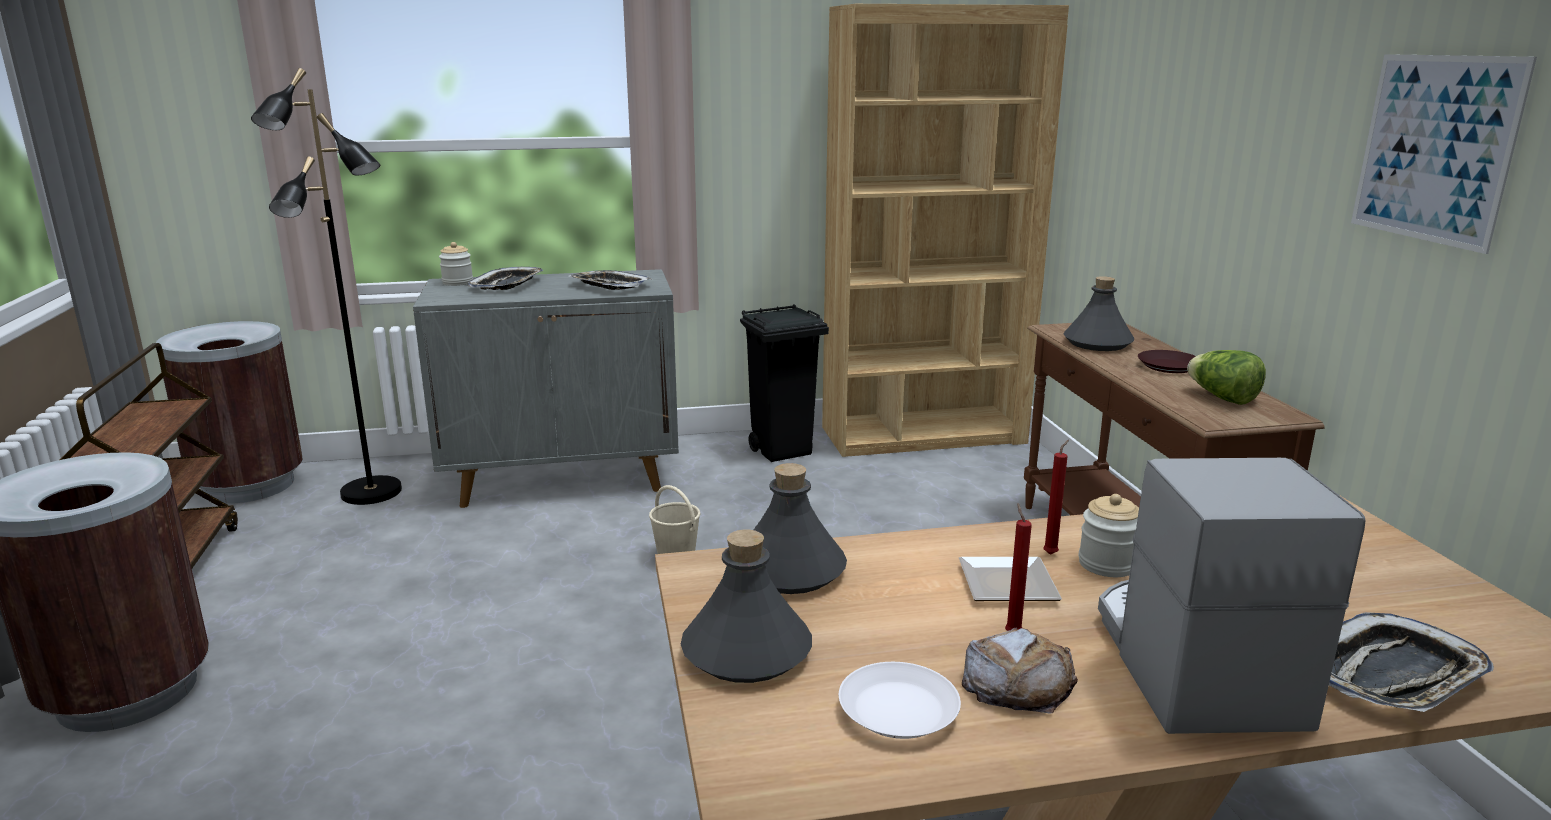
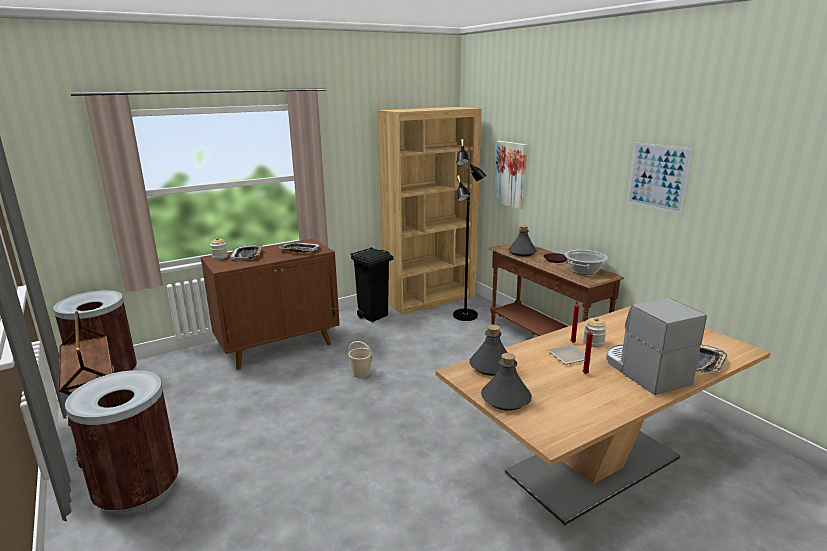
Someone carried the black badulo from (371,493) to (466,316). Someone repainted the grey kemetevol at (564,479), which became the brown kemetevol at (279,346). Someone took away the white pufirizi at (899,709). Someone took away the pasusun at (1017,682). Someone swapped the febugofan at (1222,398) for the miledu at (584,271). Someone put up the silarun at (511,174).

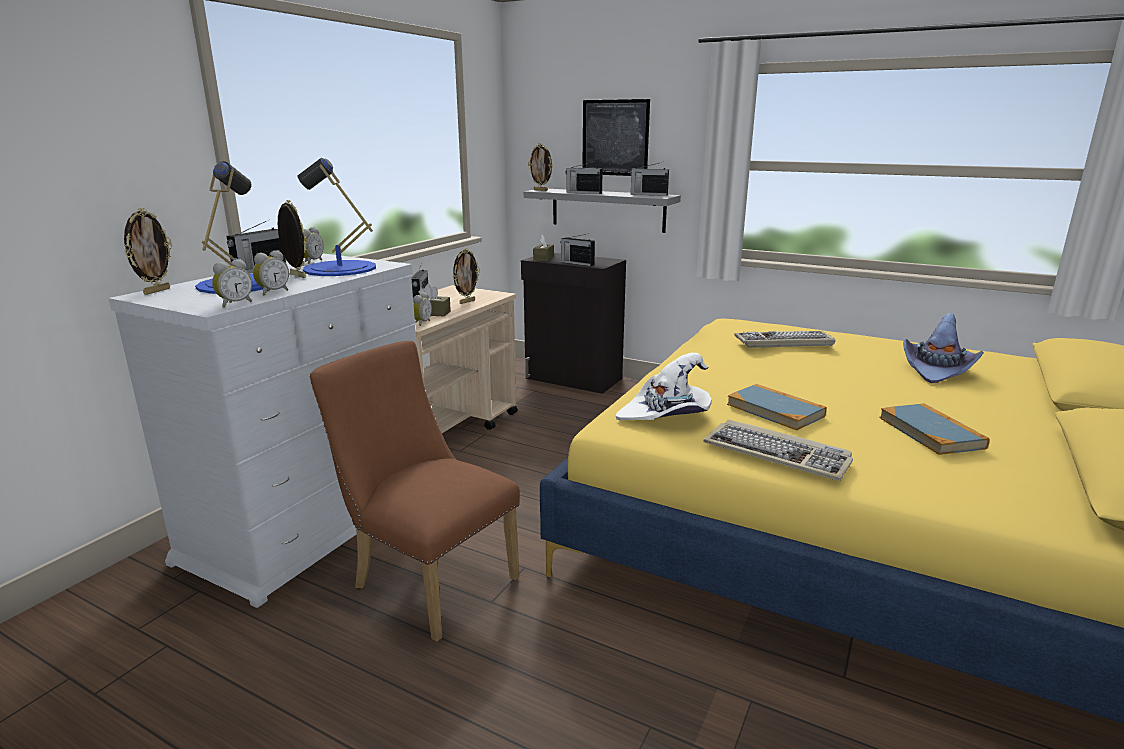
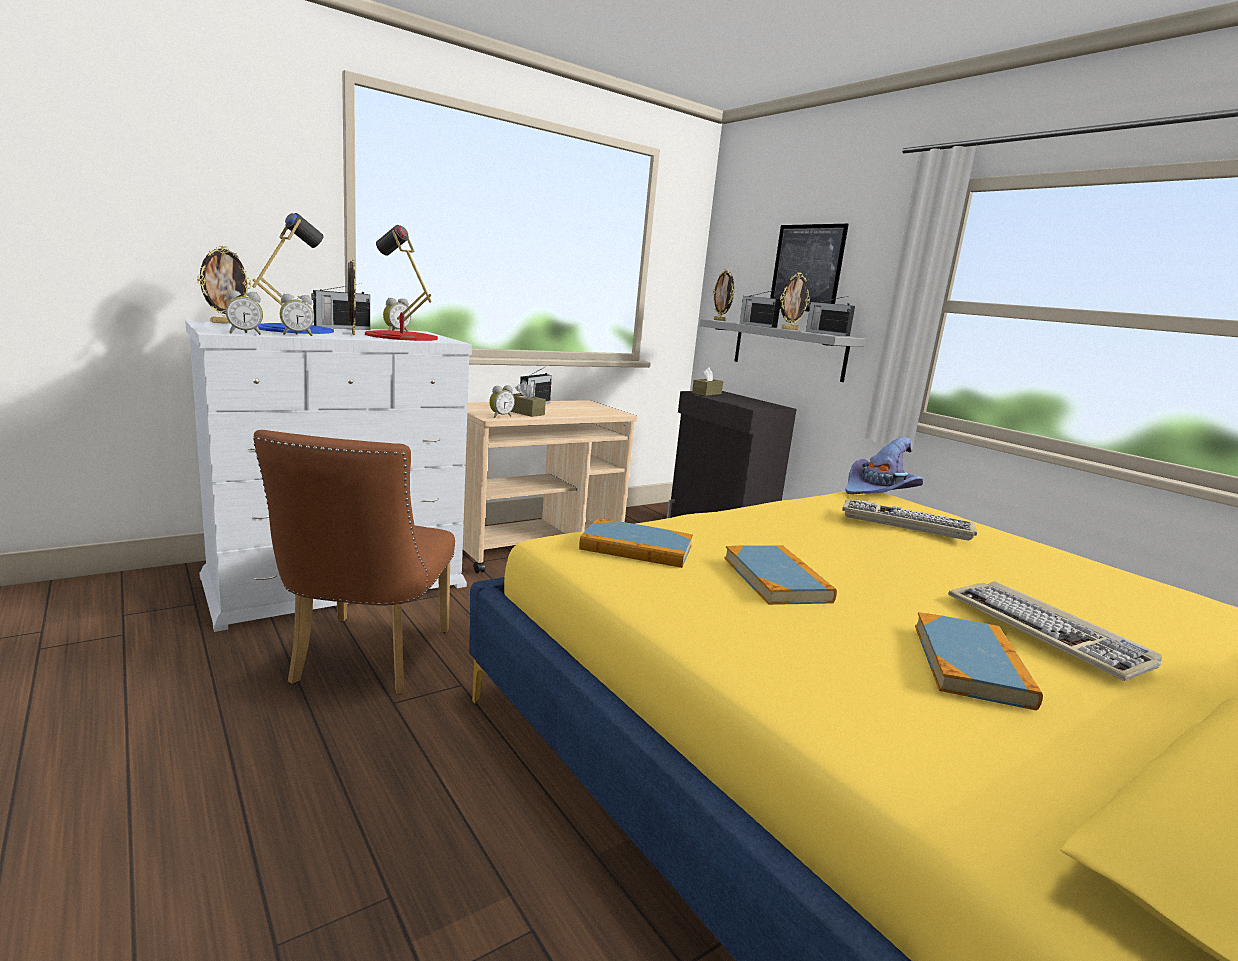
Someone repainted the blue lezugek at (340,268), which became the red lezugek at (401,336). Someone rotated the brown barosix at (427,579) by 150 degrees counterclockwise. Someone carried the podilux from (467,302) to (789,329). Someone took away the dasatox at (577,263). Someone swapped the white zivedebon at (666,414) for the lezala at (636,548). Someone carried the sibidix from (778,454) to (1048,633). Someone carried the purple zivedebon from (937,370) to (880,491).

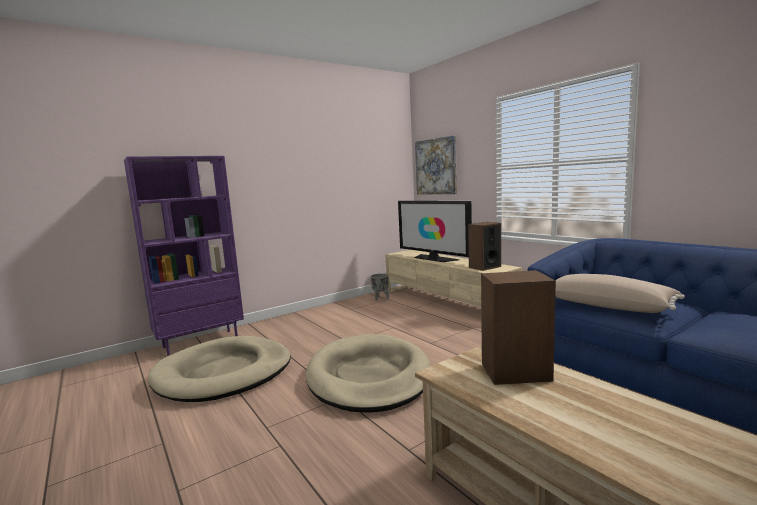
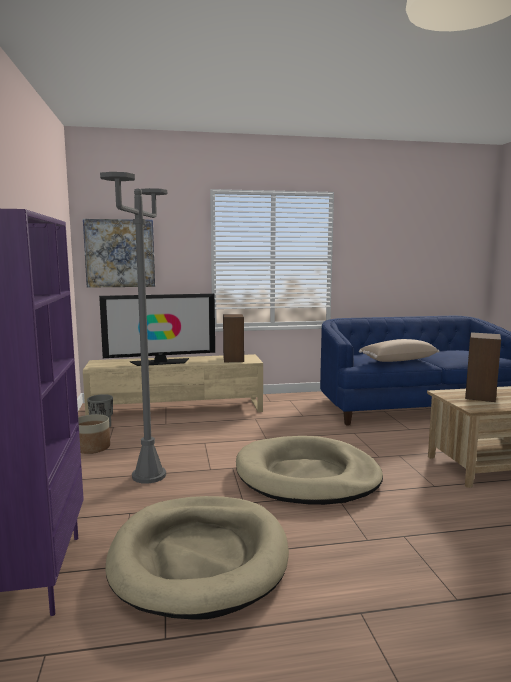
Someone put down the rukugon at (92,448). Someone put down the grey badulo at (149,476).

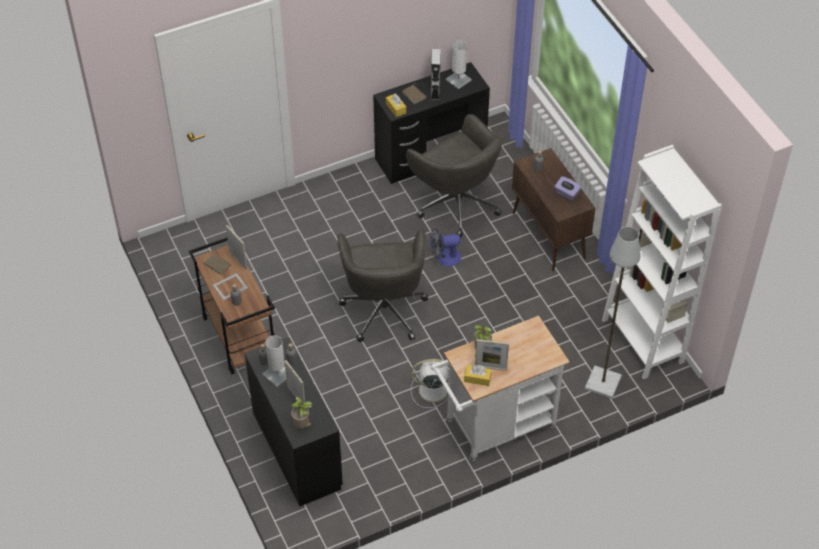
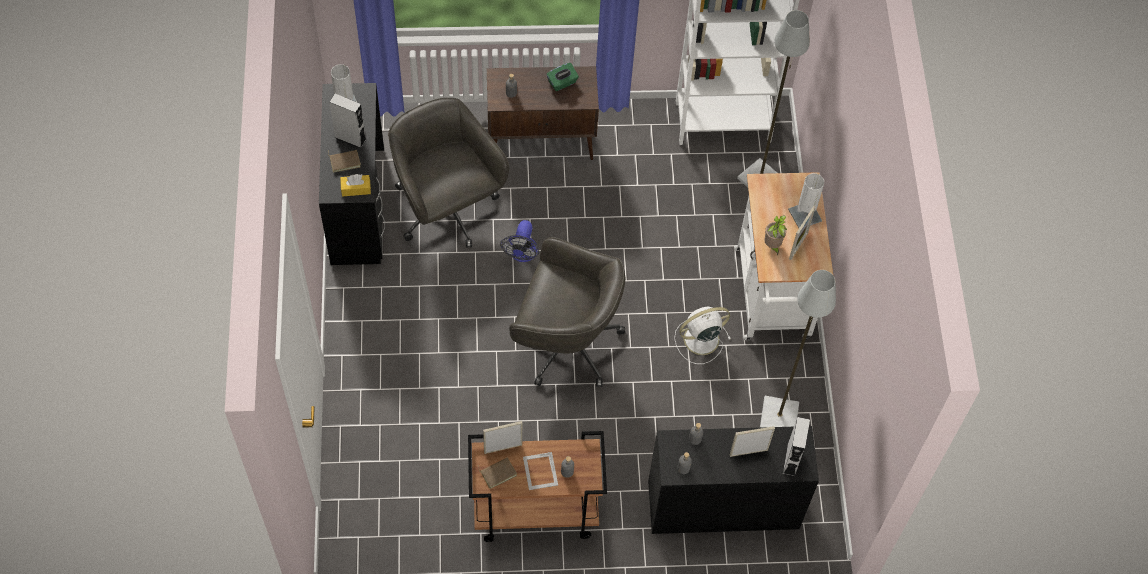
Someone carried the white lezugek from (277,374) to (804,215). Someone swapped the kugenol at (302,426) for the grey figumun at (791,460). Someone rotated the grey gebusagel at (456,203) by 105 degrees counterclockwise. Someone rotated the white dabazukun at (431,389) by 45 degrees clockwise. Someone took away the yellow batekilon at (477,378). Someone repainted the purple batekilon at (566,193), which became the green batekilon at (562,82). Someone put down the grey badulo at (780,417).

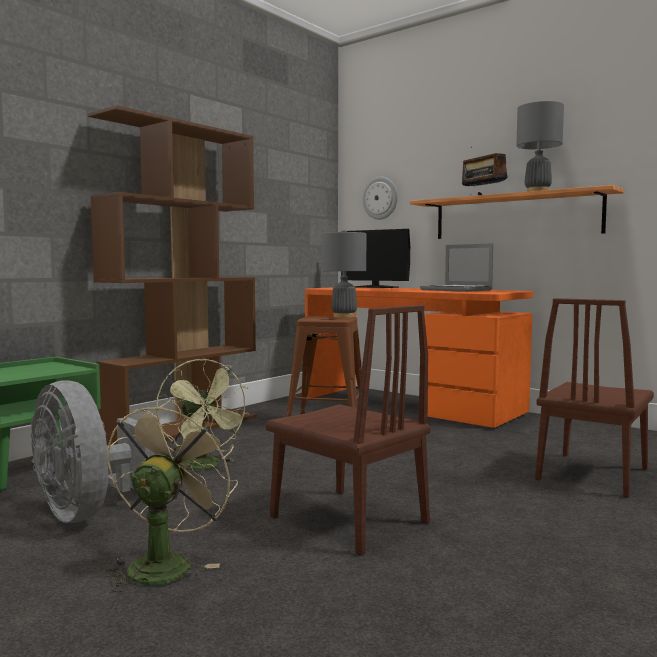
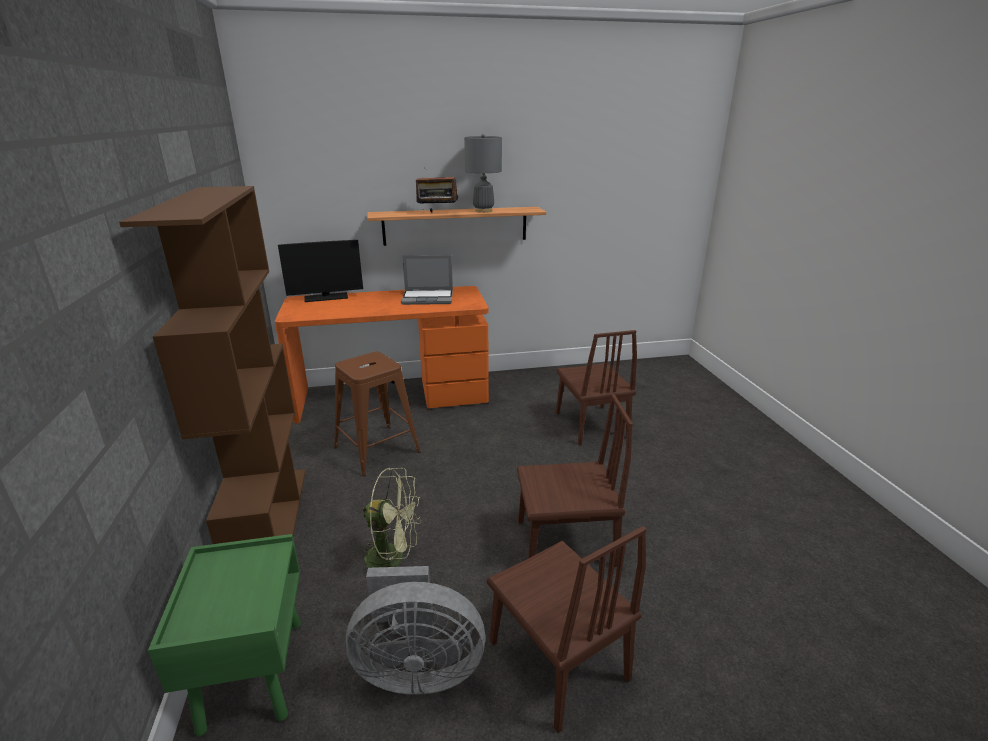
Someone swapped the beige dabazukun at (165,563) for the brown barosix at (557,659). Someone took away the grey lezugek at (344,317). Someone took away the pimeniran at (380,198).

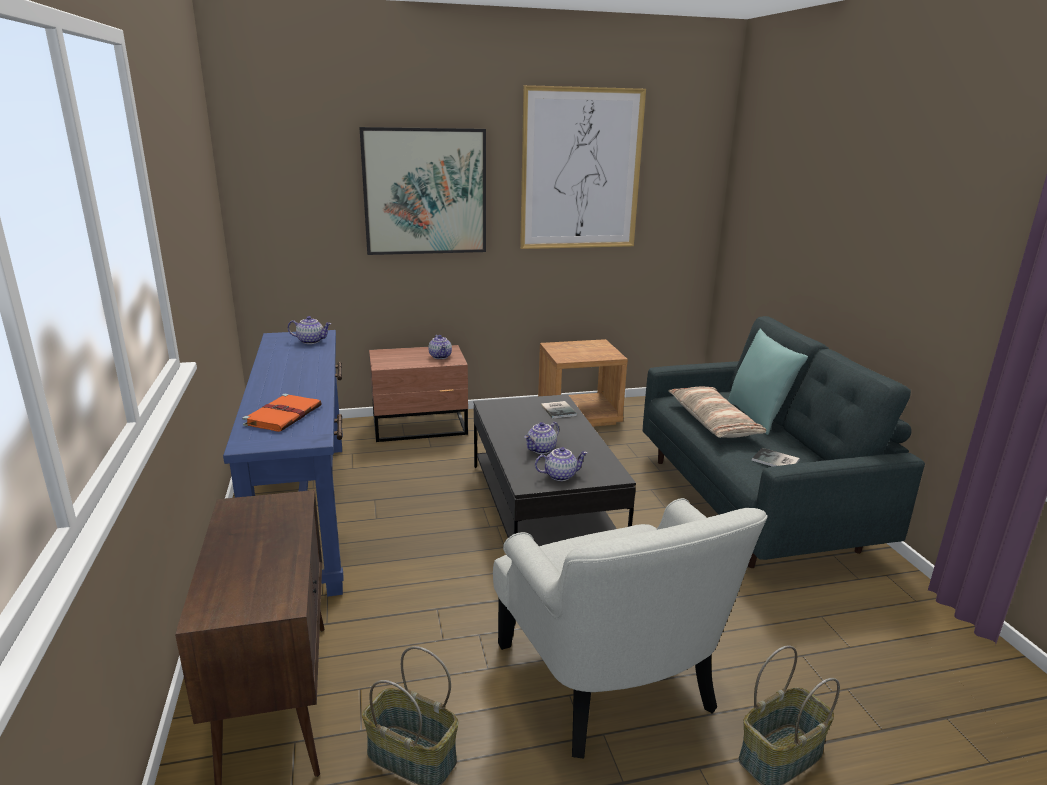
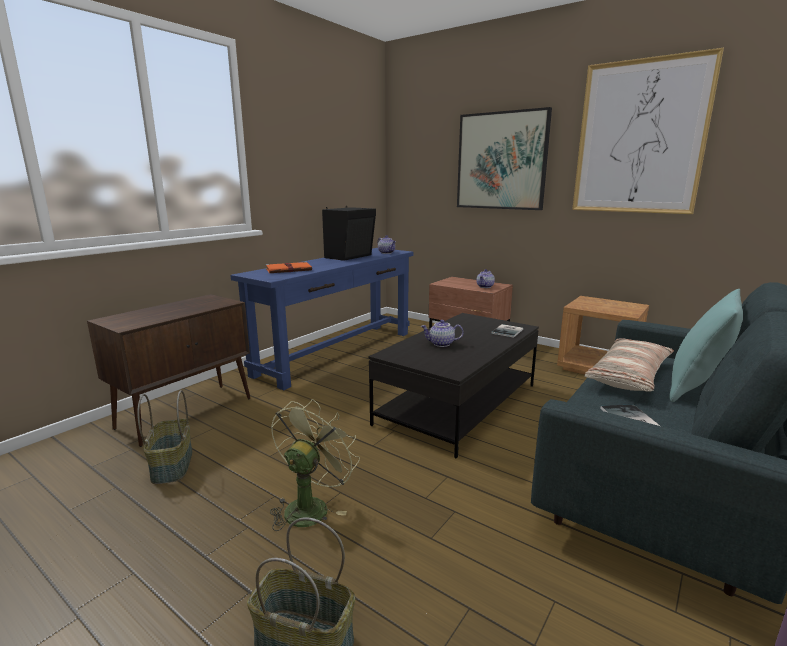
Someone swapped the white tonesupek at (611,678) for the green dabazukun at (310,506). Someone took away the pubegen at (560,475). Someone put down the black figumun at (350,256).

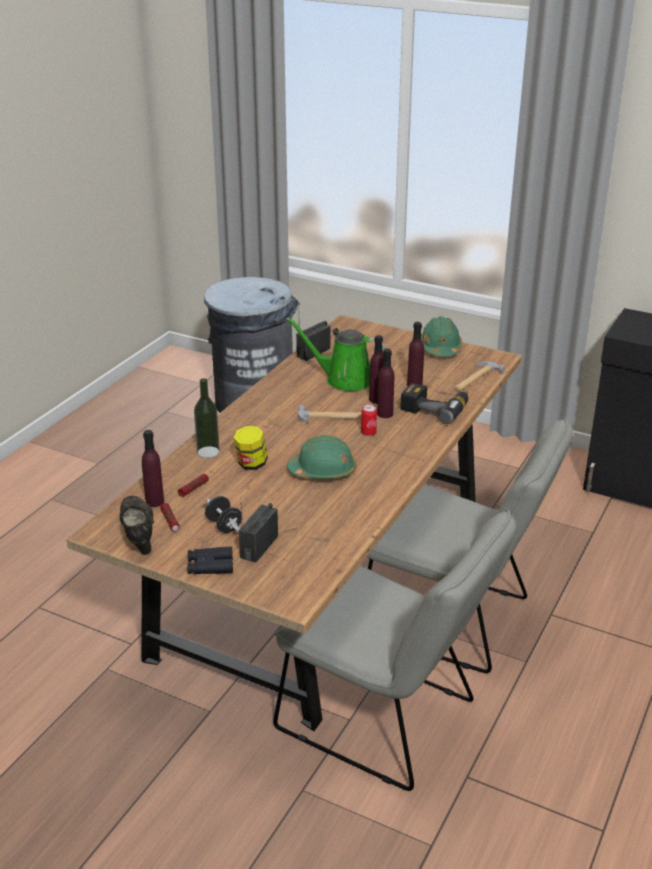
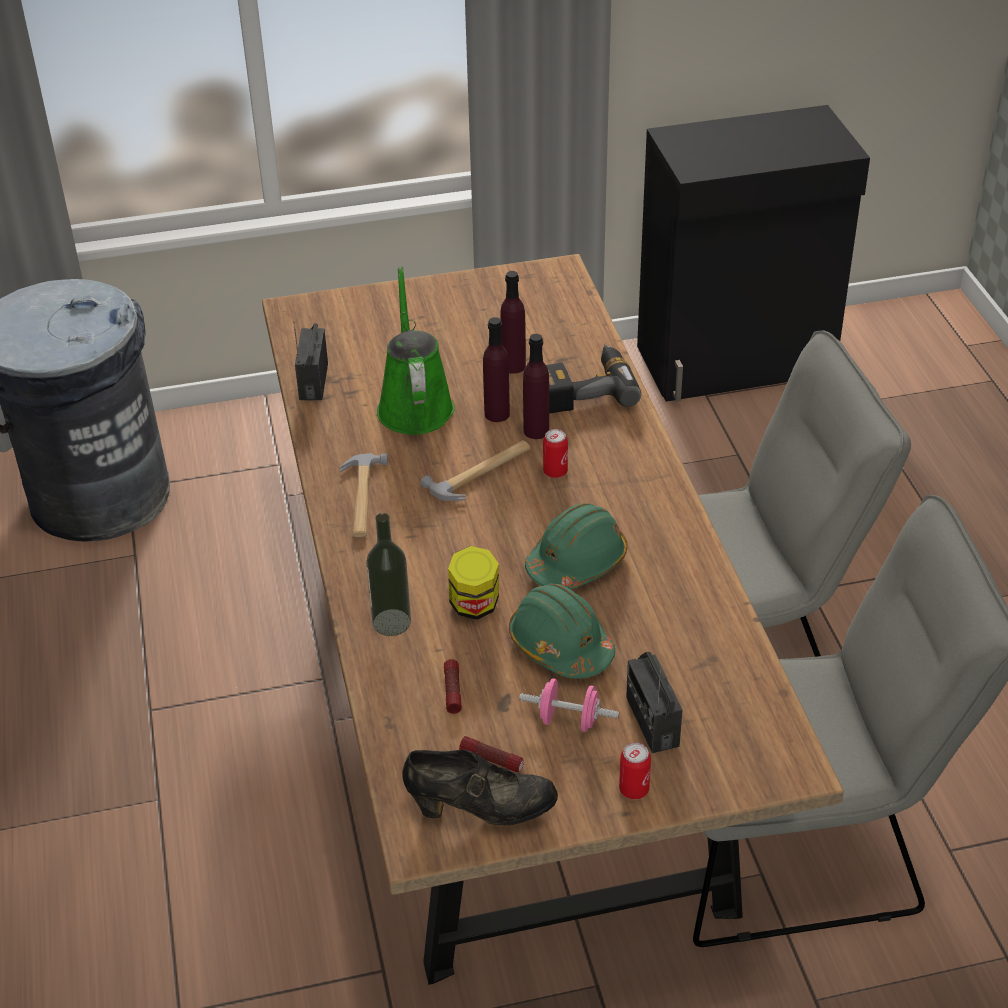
Someone rotated the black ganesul at (138,535) by 150 degrees clockwise. Someone took away the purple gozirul at (155,501). Someone swapped the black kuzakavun at (210,566) for the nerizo at (634,789). Someone repainted the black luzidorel at (224,525), which became the pink luzidorel at (569,720). Someone rotated the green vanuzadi at (344,380) by 105 degrees clockwise. Someone carried the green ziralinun from (440,348) to (560,645). Someone carried the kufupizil from (475,378) to (361,498).

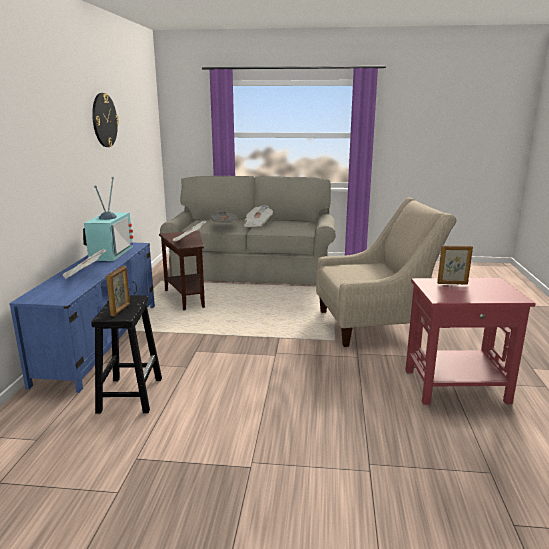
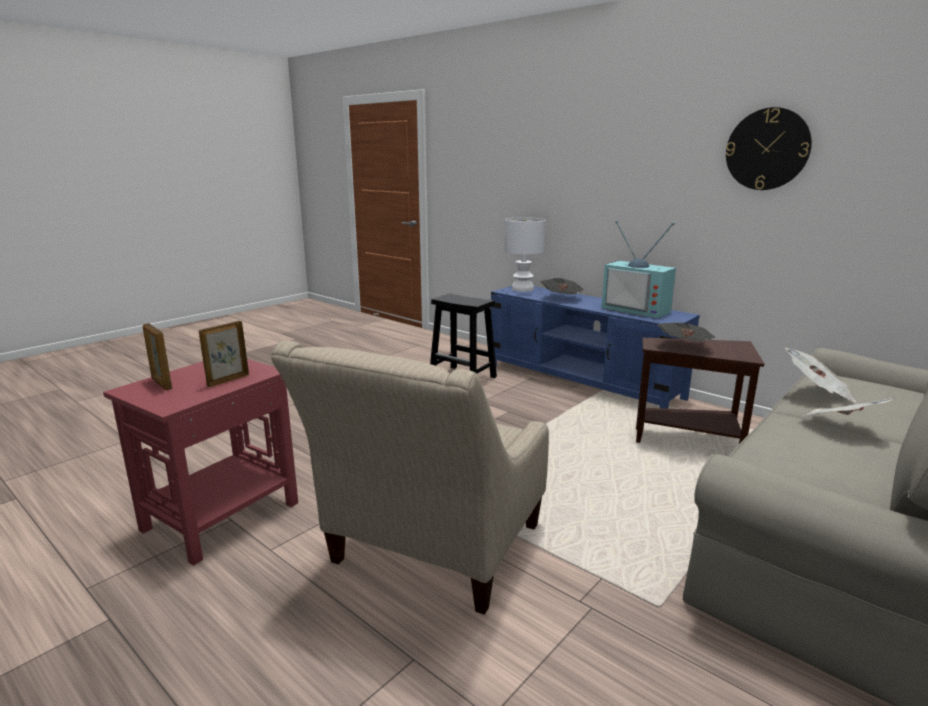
Someone carried the podilux from (121,310) to (161,384). Someone put down the white lezugek at (523,289).

